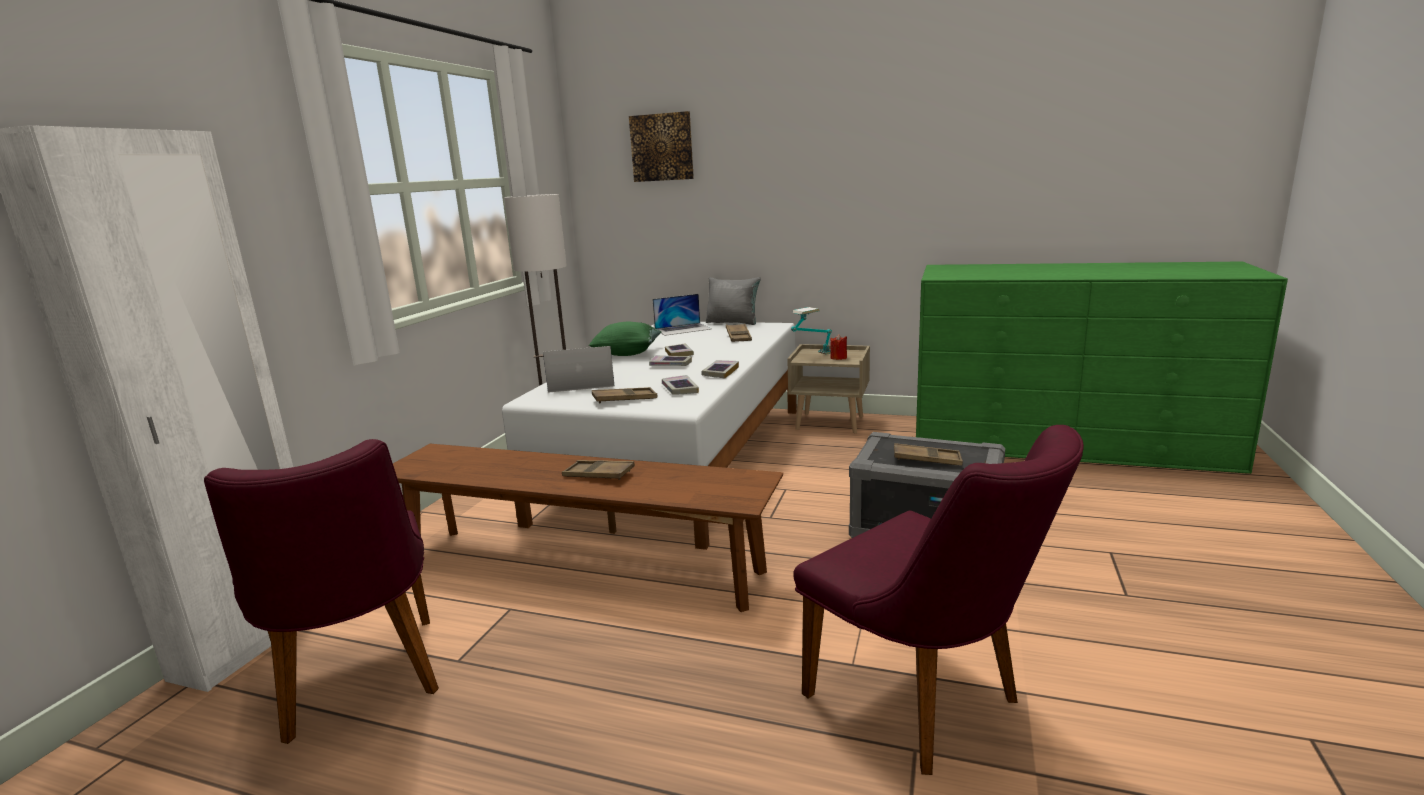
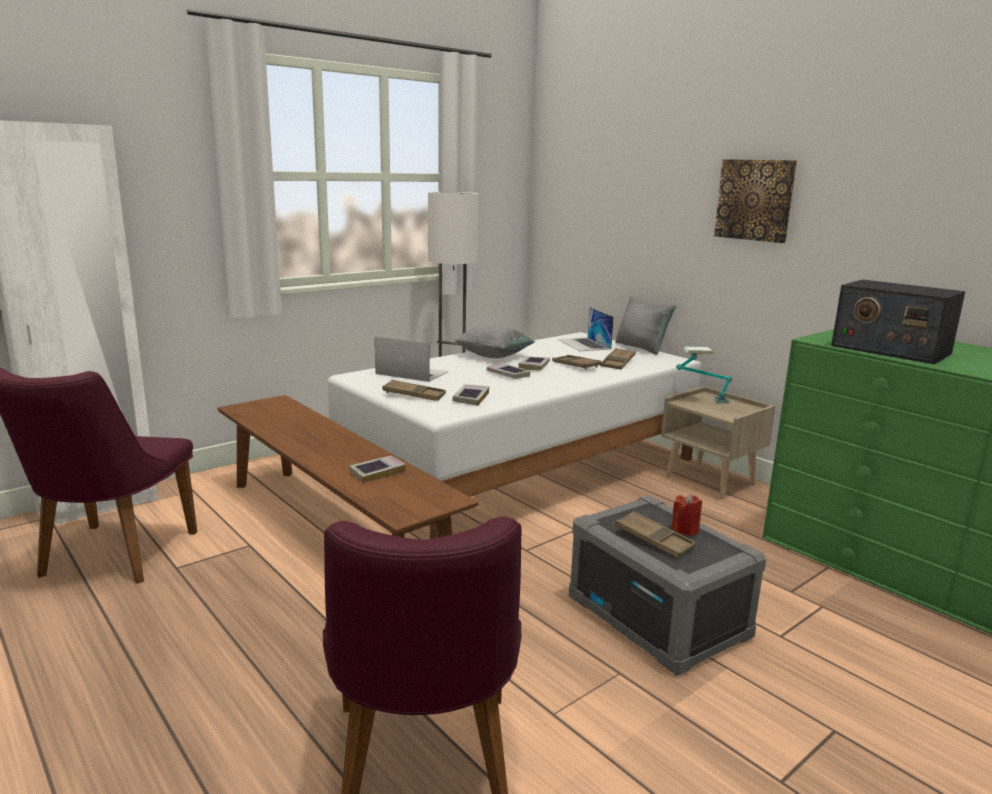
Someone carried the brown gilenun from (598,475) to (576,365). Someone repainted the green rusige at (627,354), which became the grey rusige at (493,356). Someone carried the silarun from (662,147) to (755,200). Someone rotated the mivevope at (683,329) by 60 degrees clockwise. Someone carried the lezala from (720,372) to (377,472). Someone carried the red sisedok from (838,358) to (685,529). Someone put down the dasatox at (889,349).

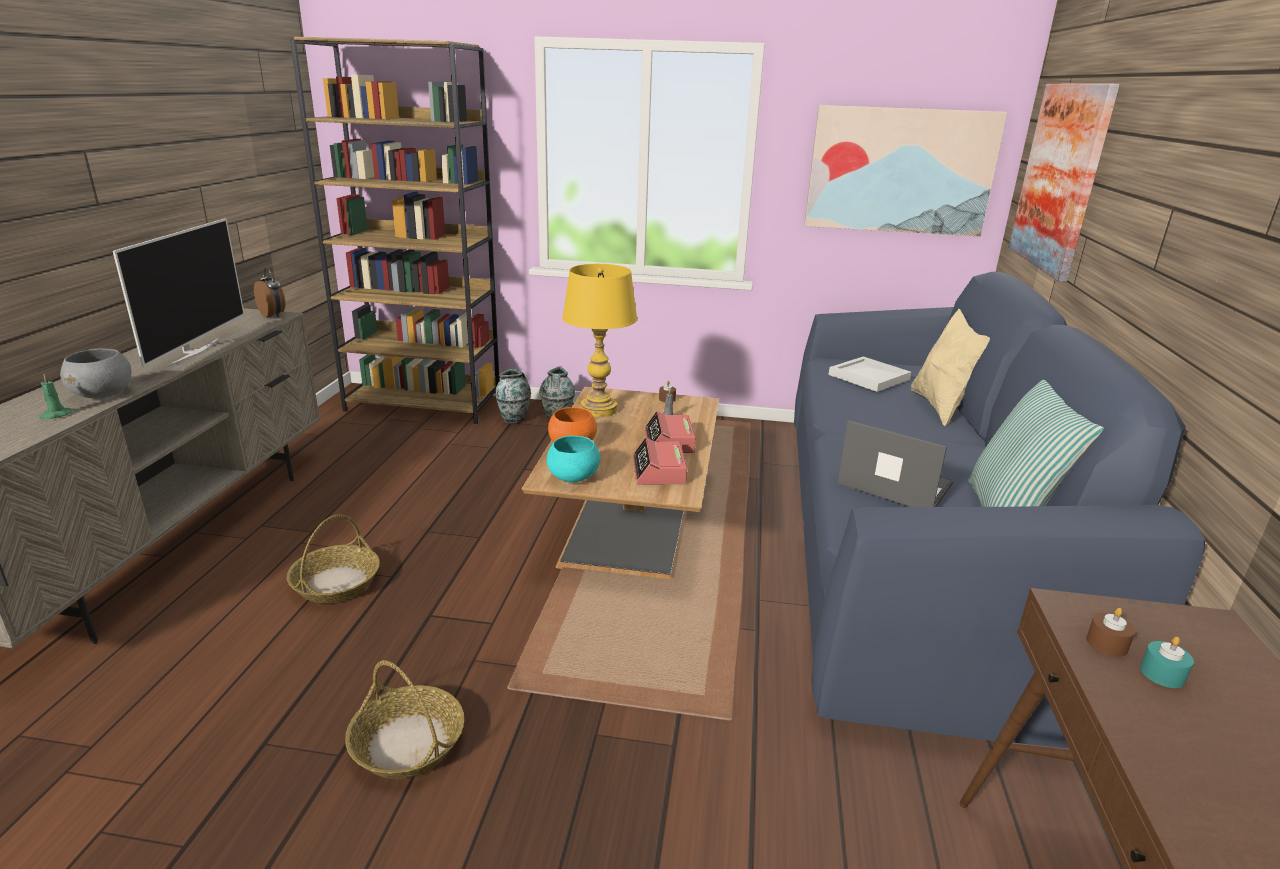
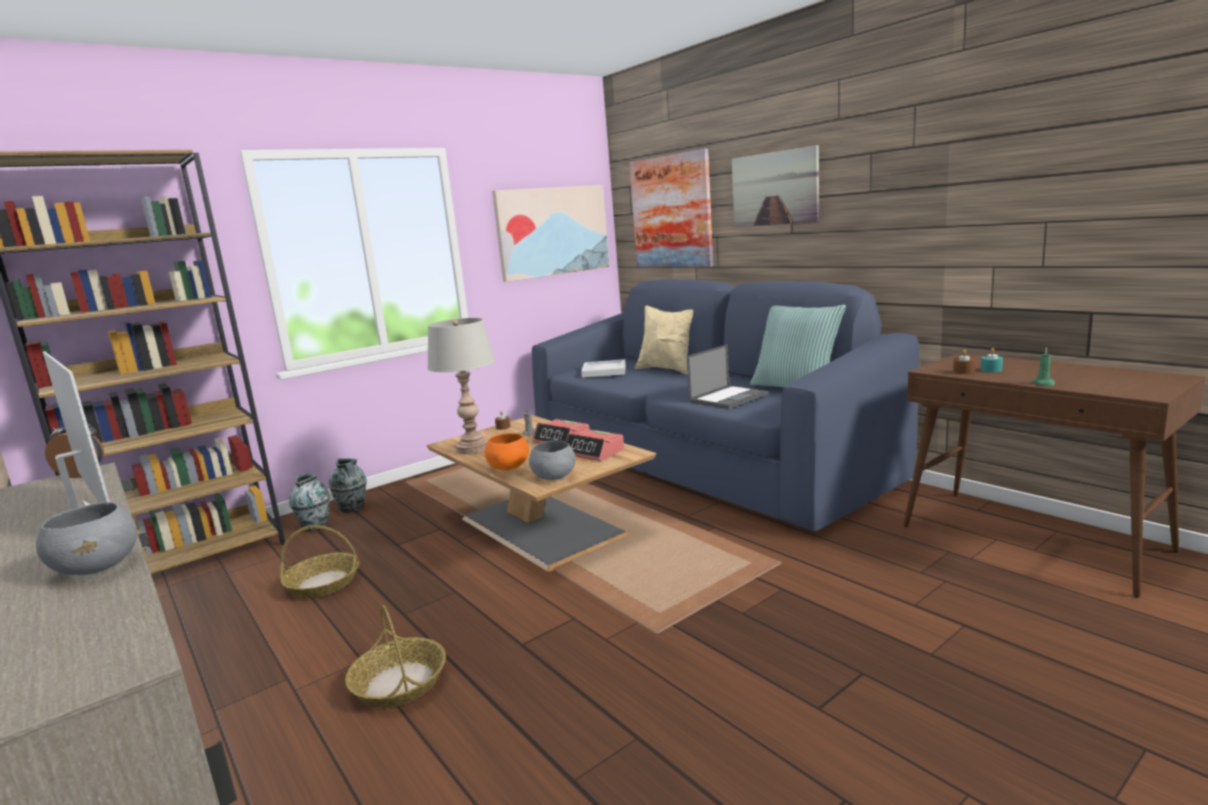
Someone carried the green sisedok from (55,415) to (1044,383). Someone carried the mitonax from (407,743) to (323,584). Someone repainted the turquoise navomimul at (572,477), which became the grey navomimul at (553,477). Someone repainted the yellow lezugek at (599,409), which became the grey lezugek at (473,448). Someone rotated the mivevope at (893,484) by 150 degrees clockwise. Someone put up the silarun at (774,188).

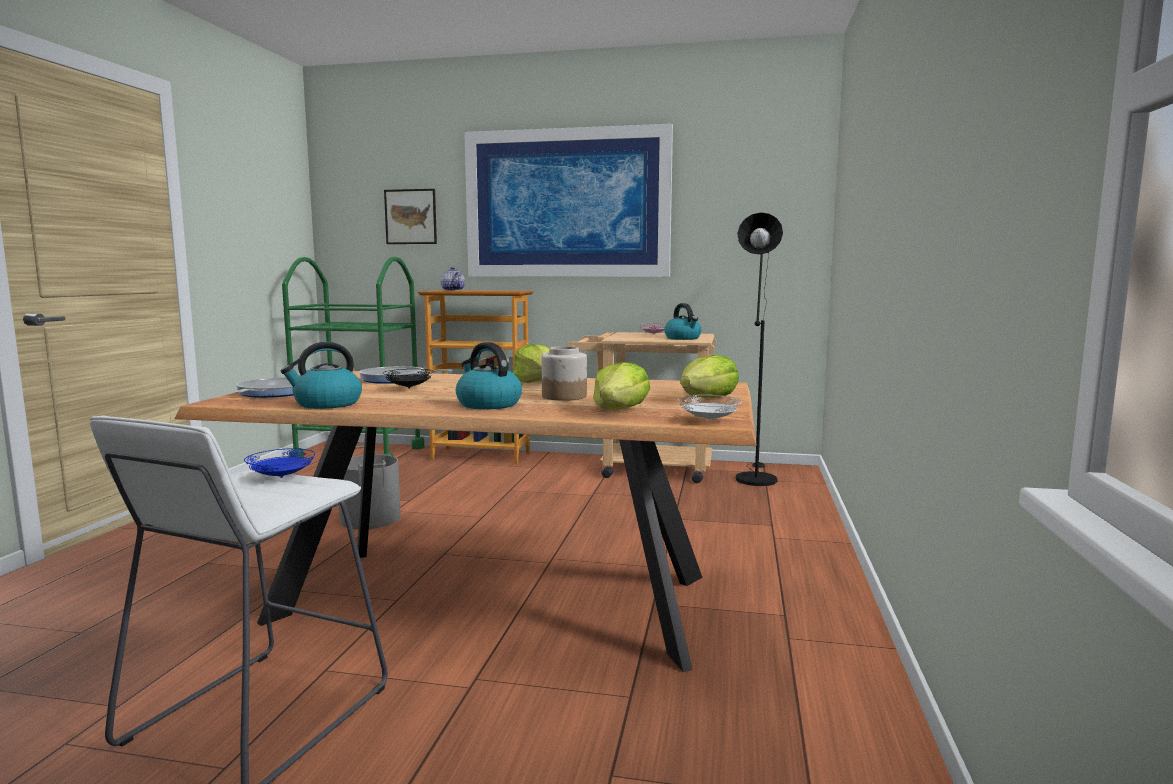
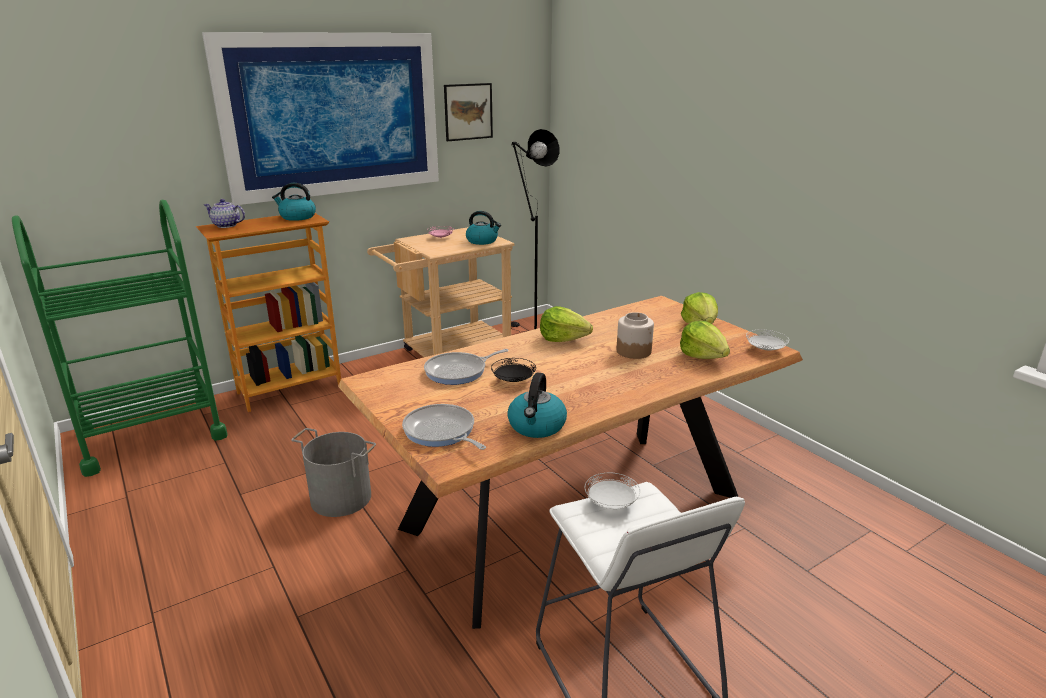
Someone repainted the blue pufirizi at (281,477), which became the white pufirizi at (611,503). Someone carried the silarun from (411,216) to (468,111). Someone carried the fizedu from (488,404) to (297,217).

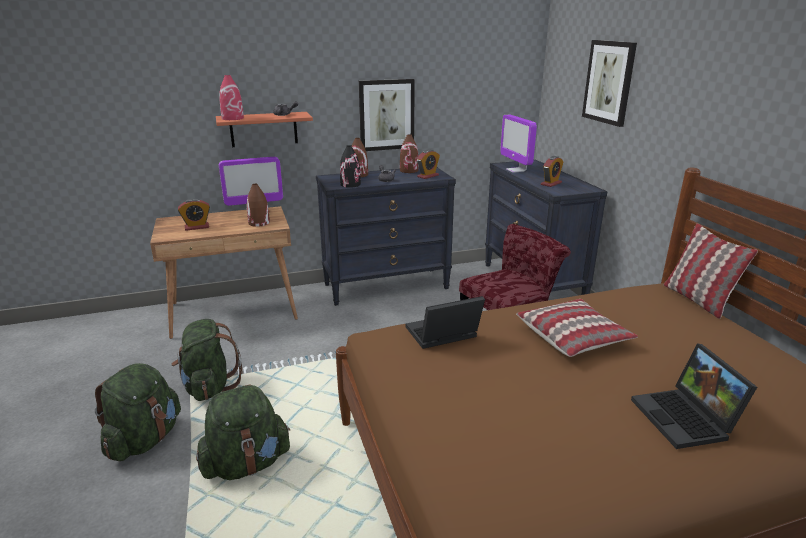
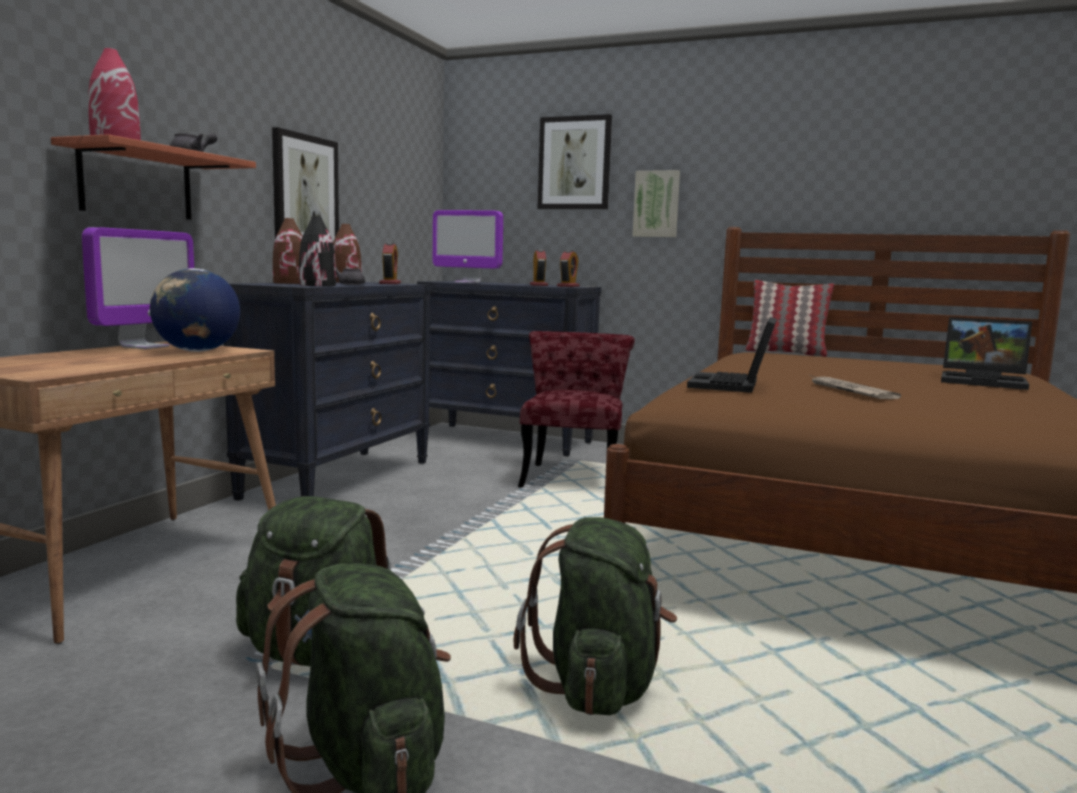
Someone carried the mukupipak from (197,227) to (568,286). Someone swapped the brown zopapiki at (259,223) for the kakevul at (197,351). Someone took away the rusige at (573,337). Someone put up the silarun at (656,204). Someone put down the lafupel at (850,390).

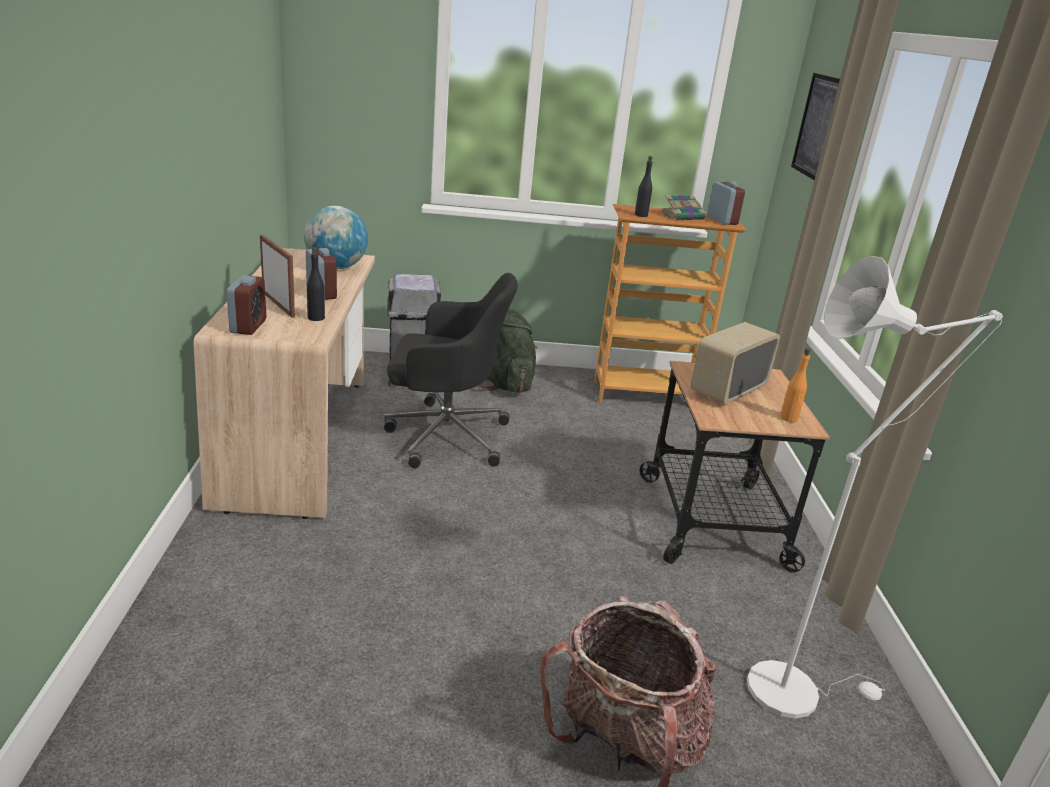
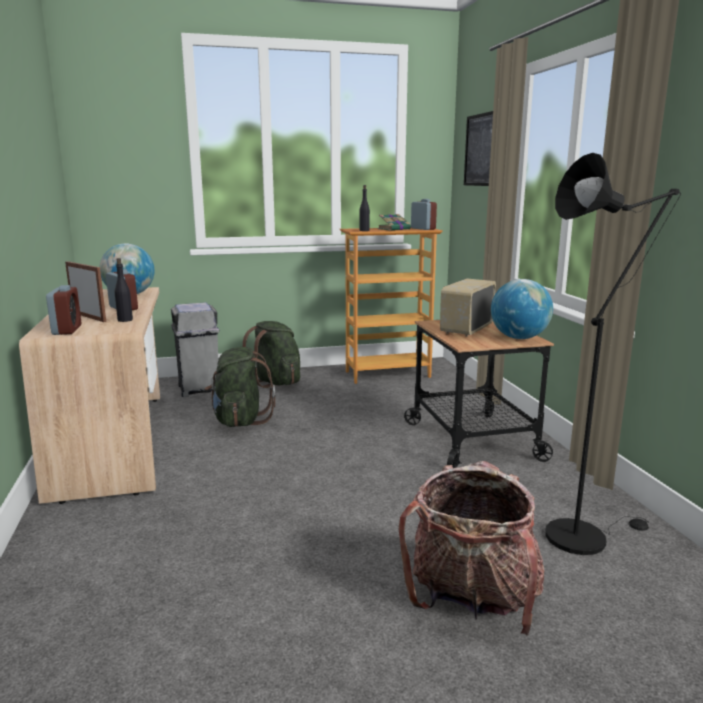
Someone swapped the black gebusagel at (444,435) for the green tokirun at (239,421). Someone repainted the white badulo at (794,688), which became the black badulo at (583,534). Someone swapped the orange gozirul at (789,418) for the kakevul at (519,338).

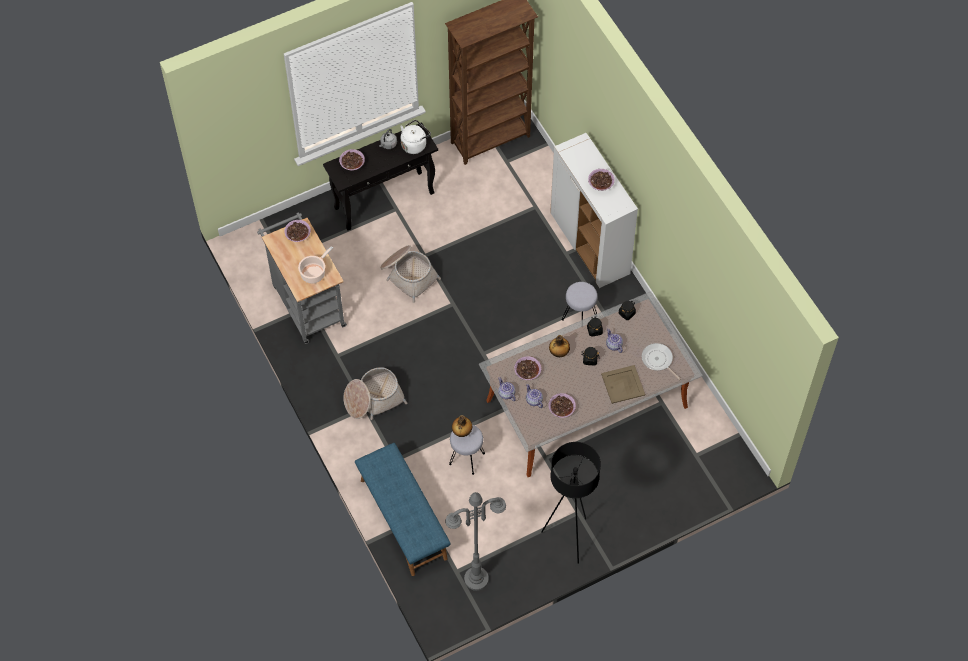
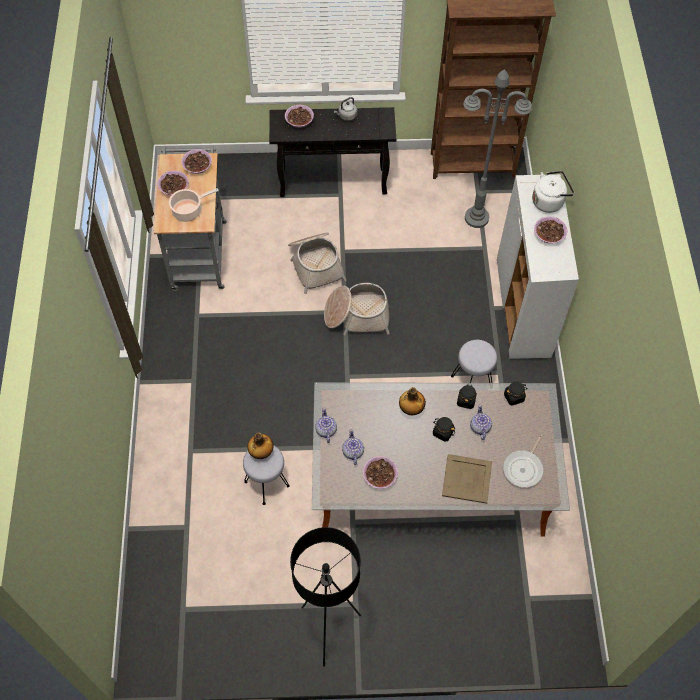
Someone carried the mitonax from (373,399) to (357,315). Someone took away the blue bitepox at (402,519). Someone carried the white fizedu from (414,144) to (549,201). Someone carried the grey badulo from (476,579) to (476,218). Someone carried the navomimul from (527,371) to (173,187). Someone rotated the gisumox at (658,360) by 135 degrees counterclockwise.

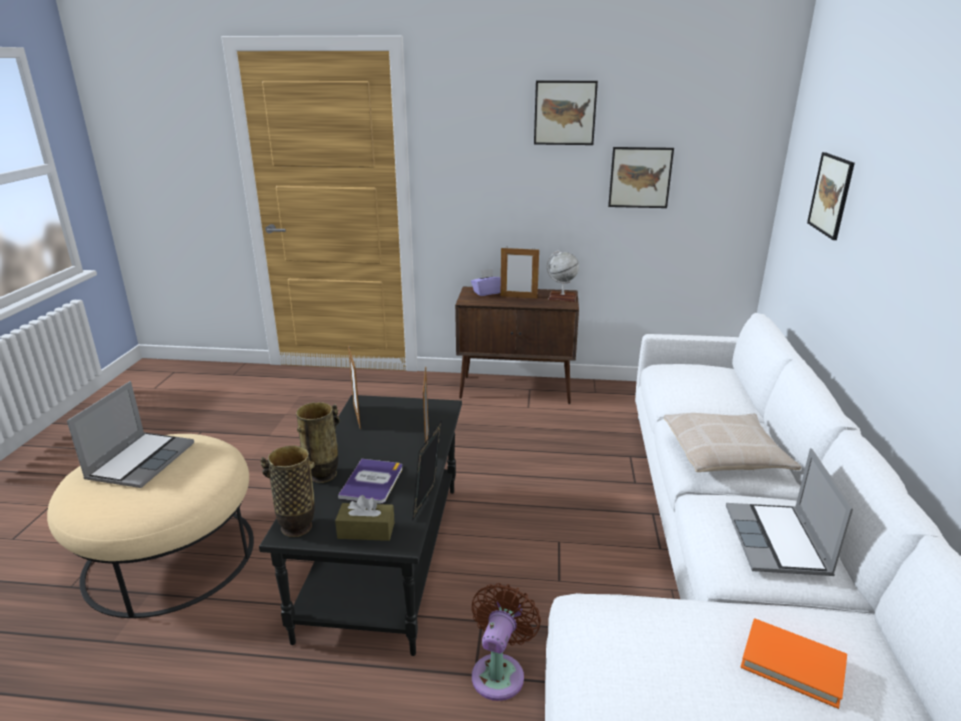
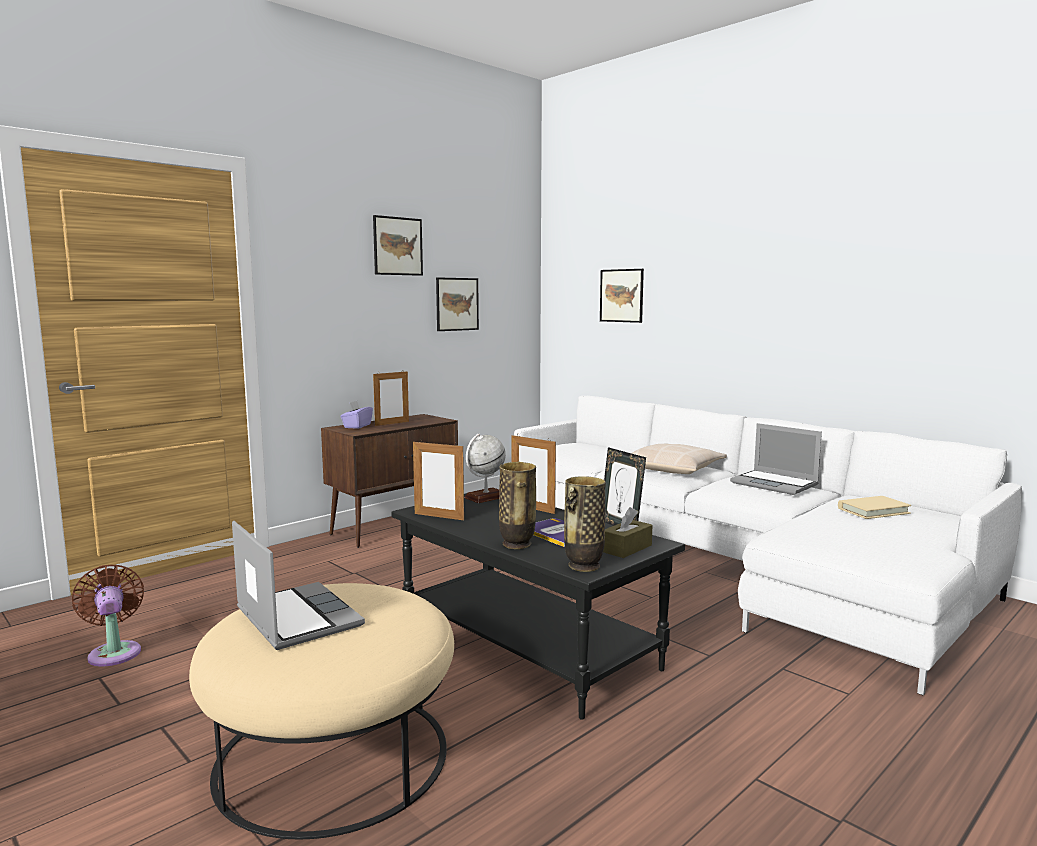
Someone carried the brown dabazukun from (499,672) to (114,652). Someone carried the kakevul from (562,297) to (485,497). Someone repainted the orange lezala at (792,665), which became the beige lezala at (873,511).

